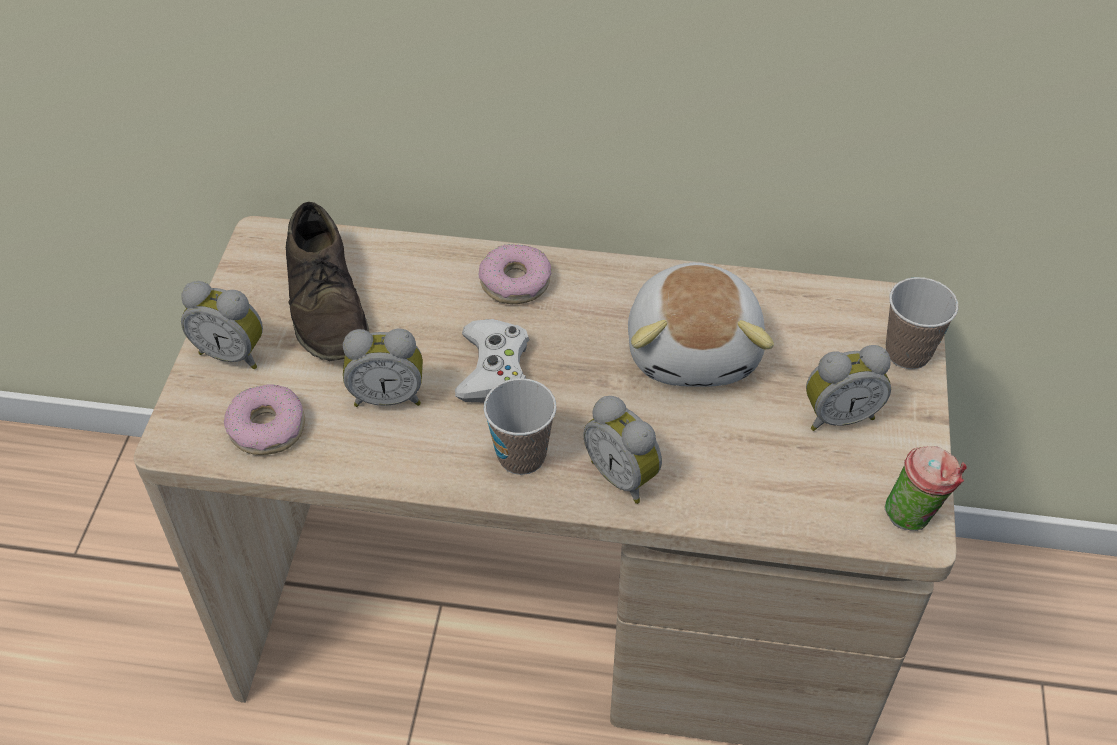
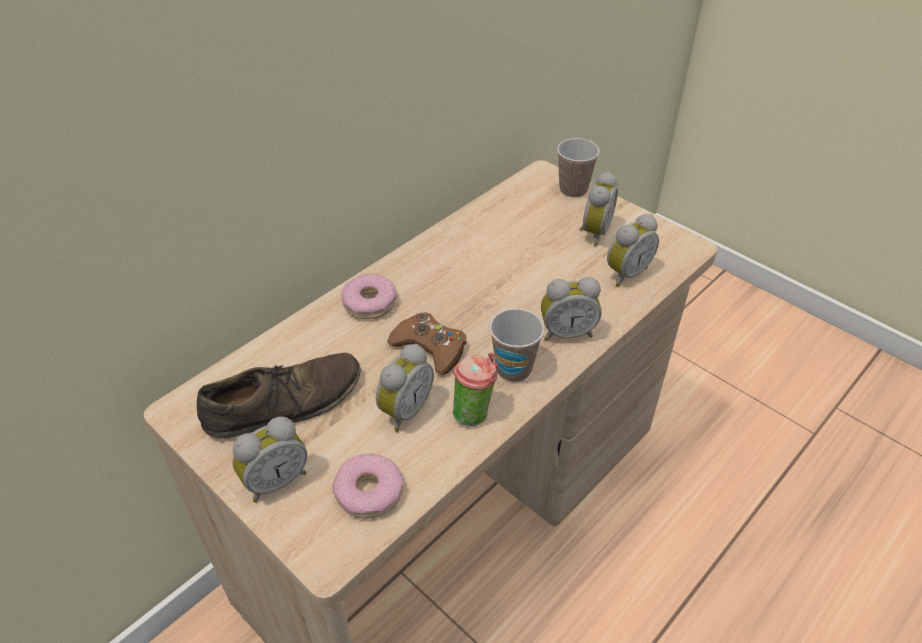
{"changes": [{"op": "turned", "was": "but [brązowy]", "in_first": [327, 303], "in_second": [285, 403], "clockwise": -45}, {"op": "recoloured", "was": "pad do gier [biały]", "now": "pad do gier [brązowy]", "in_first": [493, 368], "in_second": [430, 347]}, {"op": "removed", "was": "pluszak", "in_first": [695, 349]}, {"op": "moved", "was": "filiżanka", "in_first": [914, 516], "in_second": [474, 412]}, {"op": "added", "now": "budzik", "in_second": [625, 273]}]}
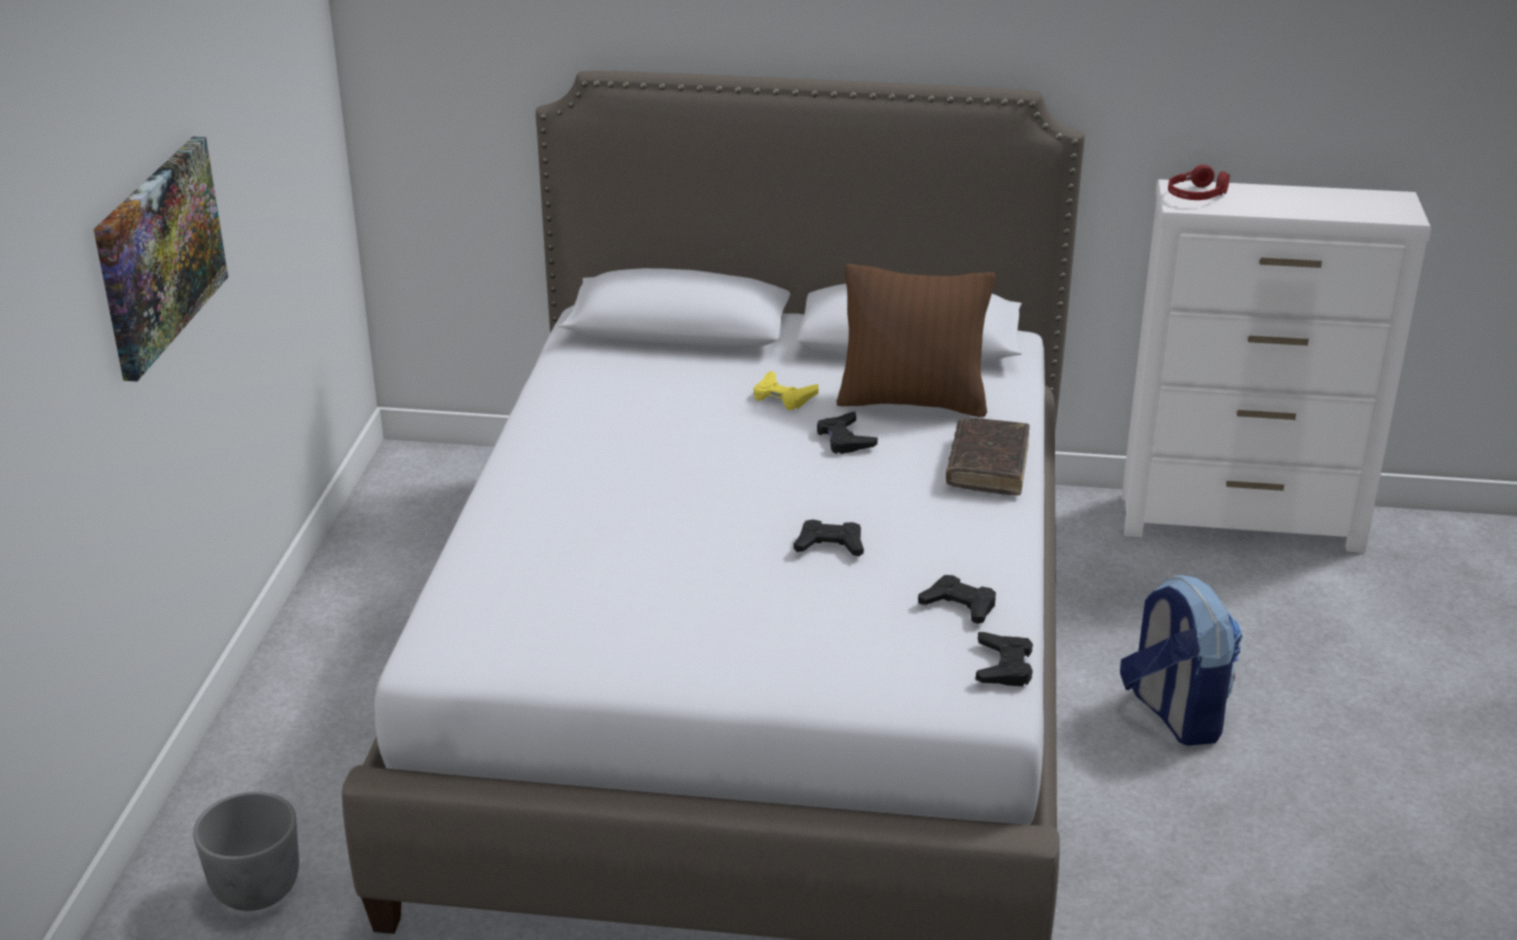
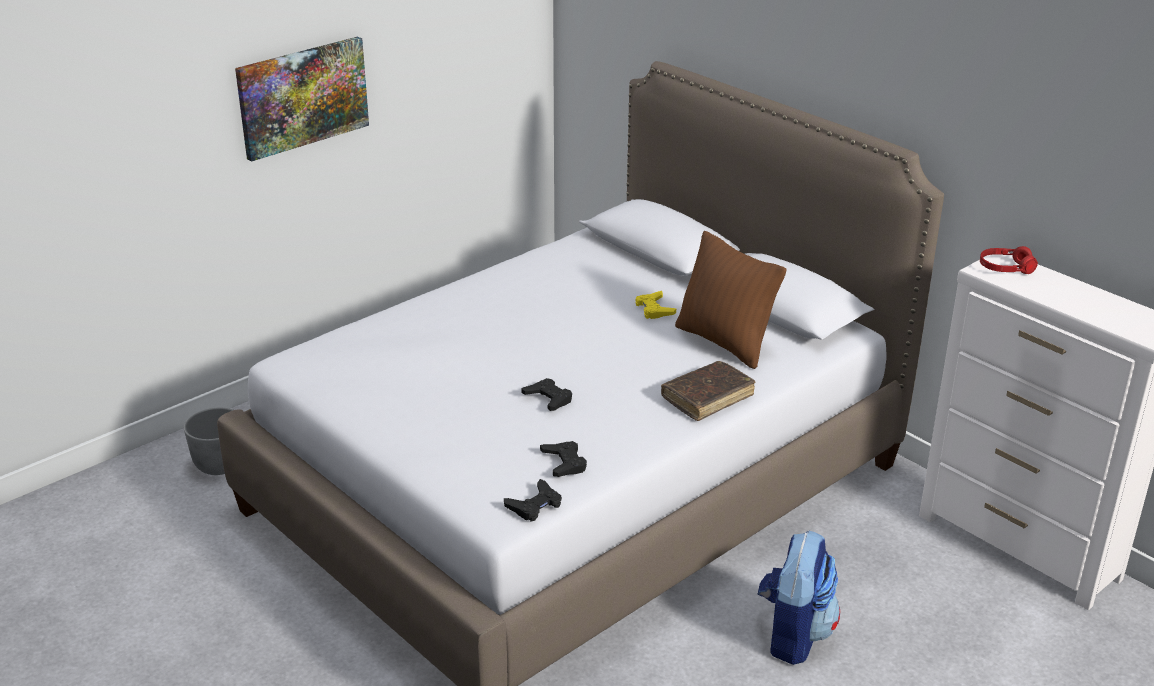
{"changes": [{"op": "removed", "was": "pad do gier [czarny]", "in_first": [844, 439]}]}
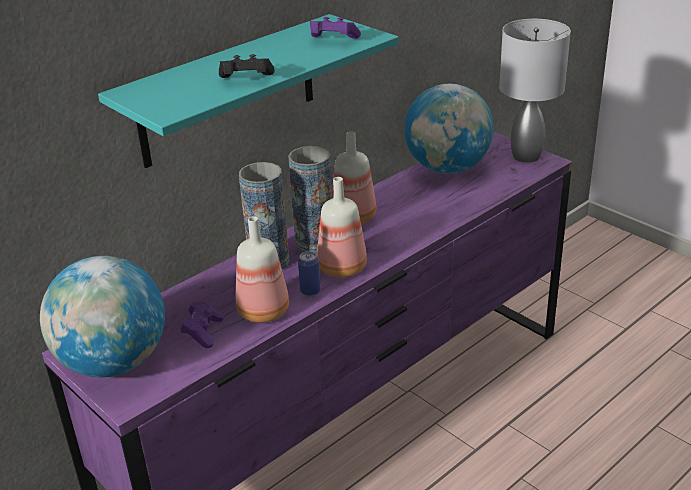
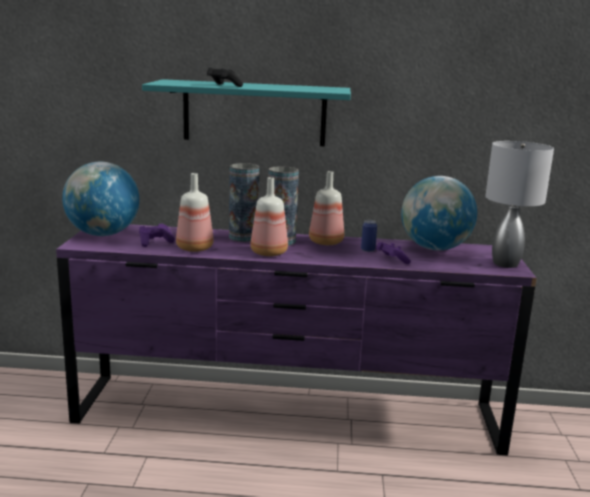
{"changes": [{"op": "moved", "was": "puszka", "in_first": [310, 291], "in_second": [368, 250]}, {"op": "moved", "was": "pad do gier [fioletowy]", "in_first": [332, 41], "in_second": [391, 260]}]}
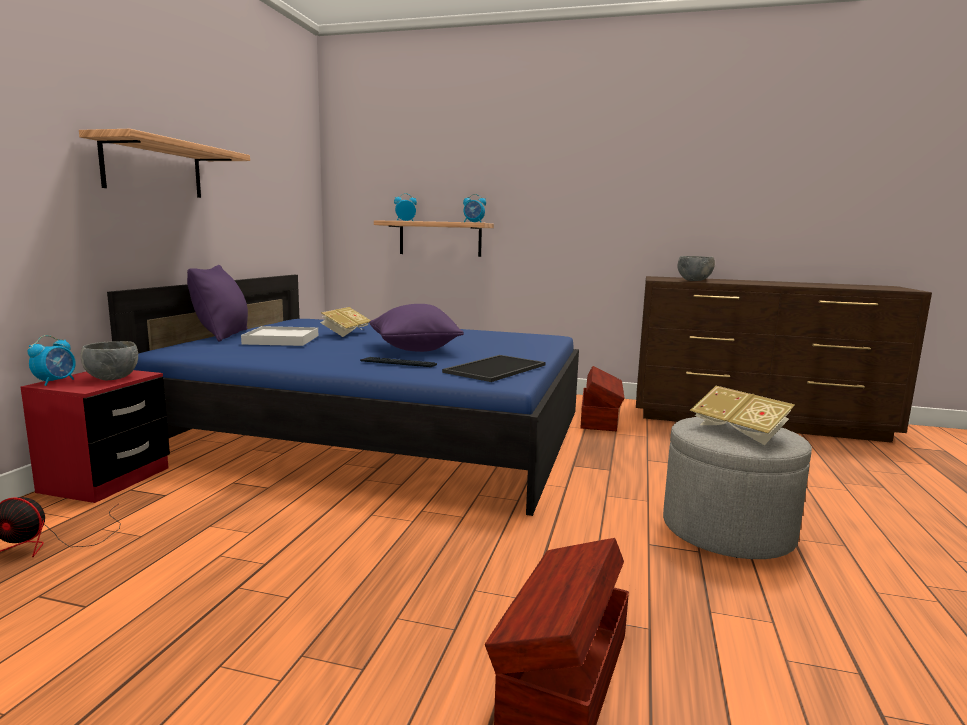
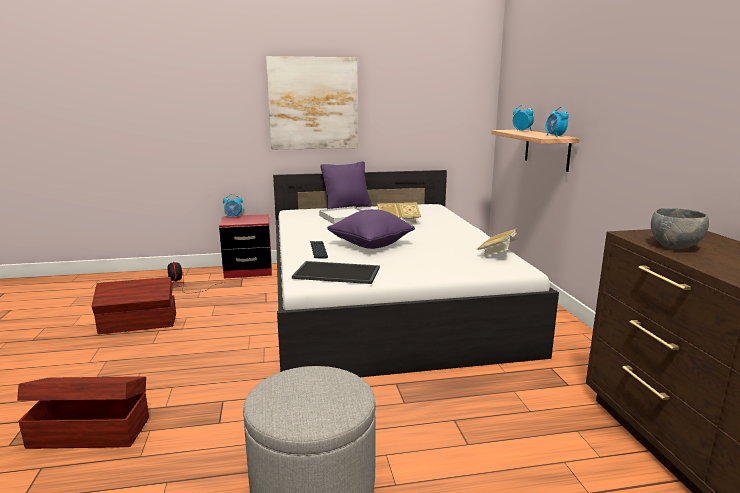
{"changes": [{"op": "replaced", "was": "półka", "now": "obraz", "in_first": [153, 169], "in_second": [313, 103]}, {"op": "removed", "was": "miska [szary]", "in_first": [111, 378]}, {"op": "recoloured", "was": "łóżko [niebieski]", "now": "łóżko [biały]", "in_first": [380, 431], "in_second": [384, 300]}, {"op": "moved", "was": "pojemnik do przechowywania [brązowy]", "in_first": [599, 419], "in_second": [139, 324]}, {"op": "moved", "was": "książka", "in_first": [738, 432], "in_second": [497, 253]}]}
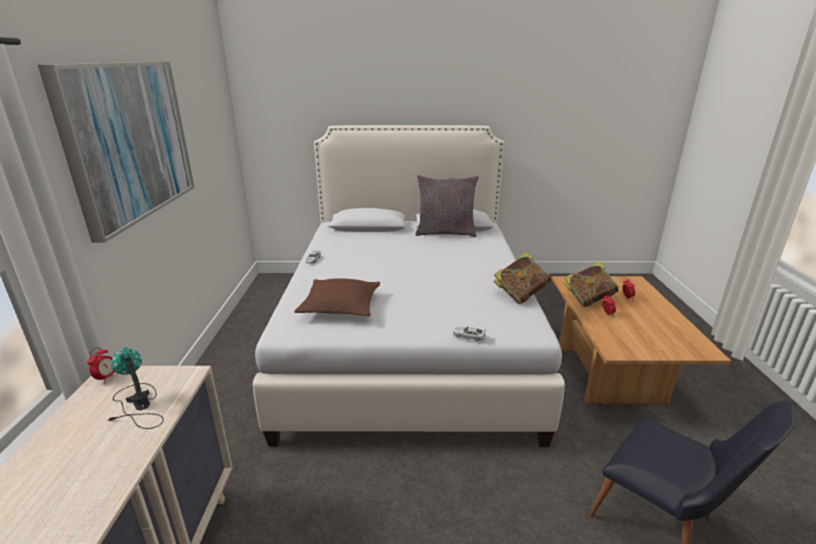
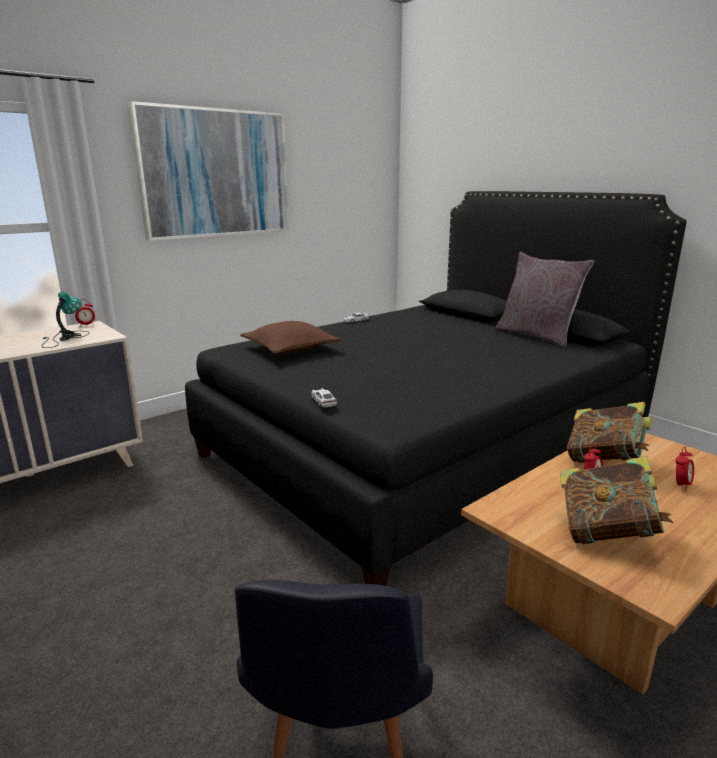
{"changes": [{"op": "recoloured", "was": "łóżko [biały]", "now": "łóżko [czarny]", "in_first": [408, 337], "in_second": [425, 445]}, {"op": "moved", "was": "książka", "in_first": [520, 295], "in_second": [606, 533]}]}
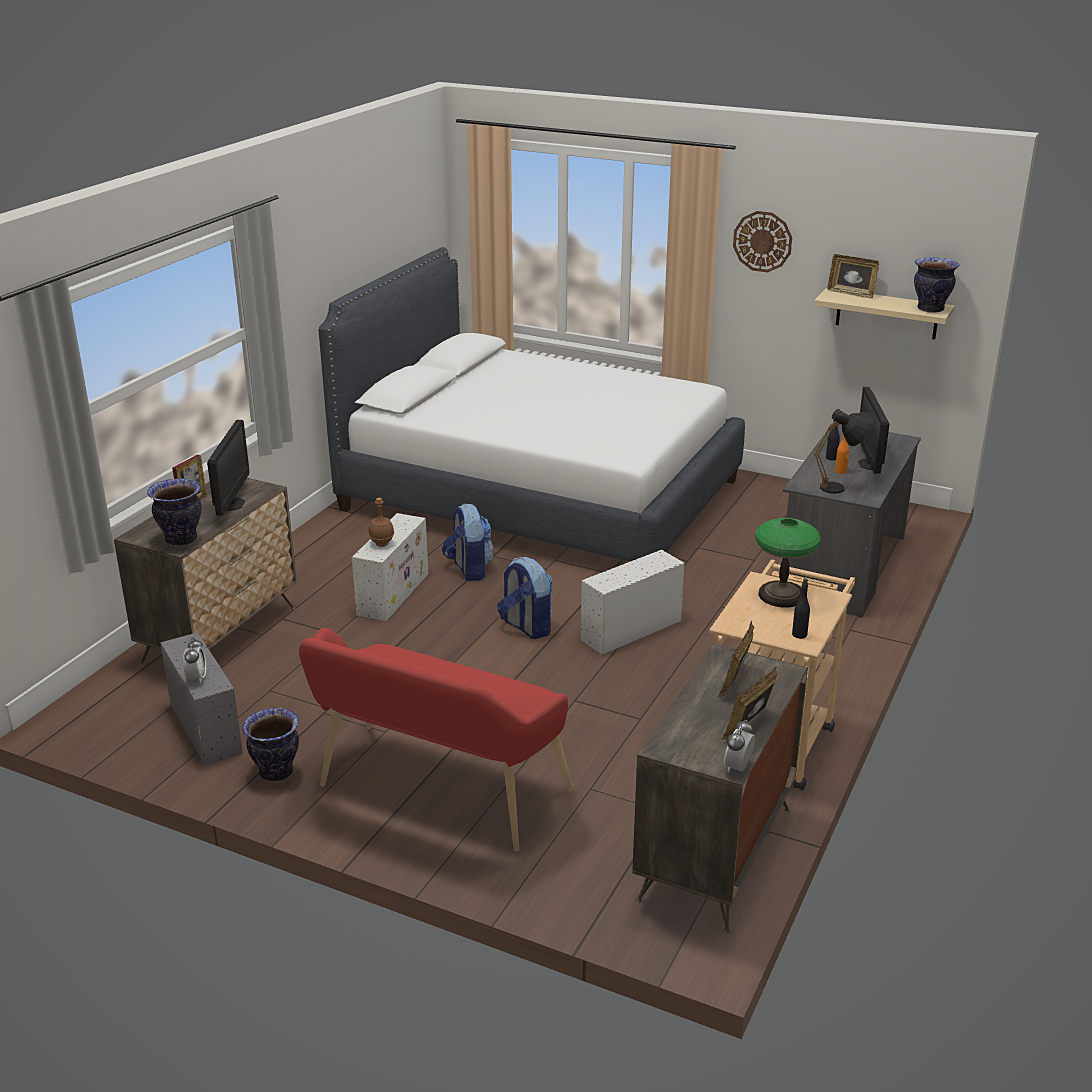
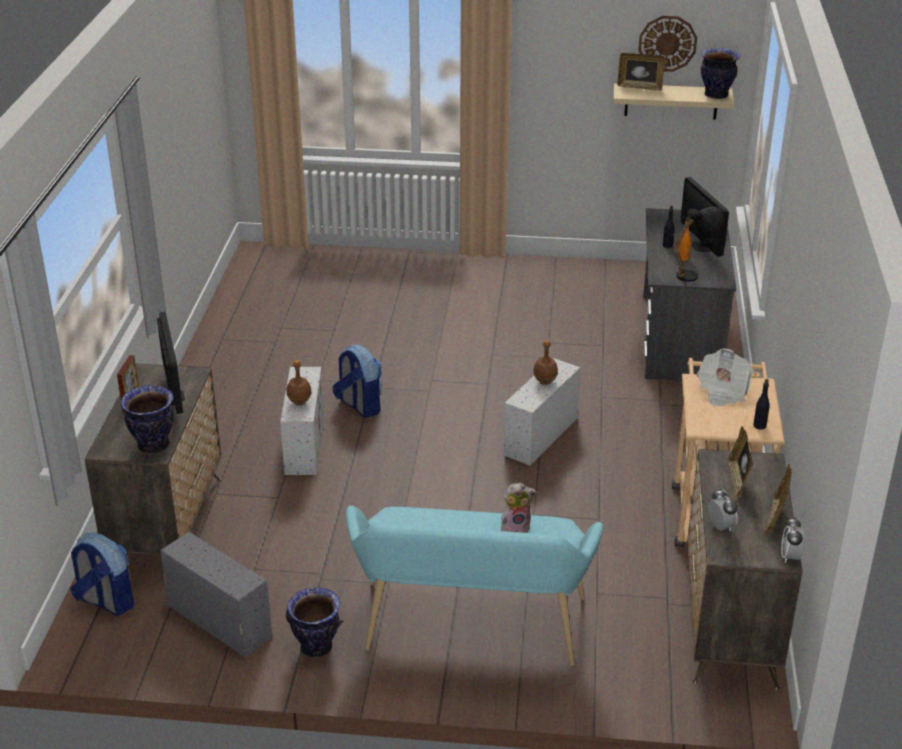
{"changes": [{"op": "moved", "was": "budzik", "in_first": [196, 677], "in_second": [720, 527]}, {"op": "recoloured", "was": "ławka [czerwony]", "now": "ławka [turkusowy]", "in_first": [436, 793], "in_second": [471, 630]}, {"op": "removed", "was": "łóżko [biały]", "in_first": [540, 495]}, {"op": "moved", "was": "plecak", "in_first": [526, 627], "in_second": [105, 602]}, {"op": "moved", "was": "zegar ścienny", "in_first": [762, 241], "in_second": [667, 43]}, {"op": "replaced", "was": "lampa stołowa", "now": "gazeta", "in_first": [782, 595], "in_second": [722, 391]}, {"op": "added", "now": "pluszak", "in_second": [516, 528]}, {"op": "added", "now": "butelka [brązowy]", "in_second": [544, 382]}]}
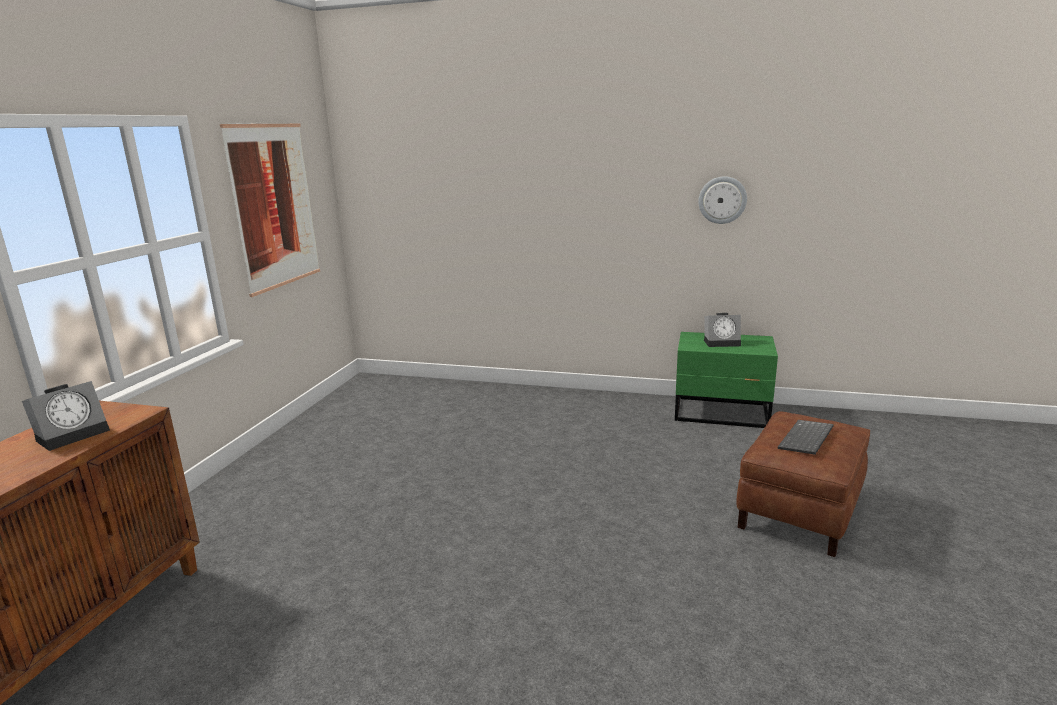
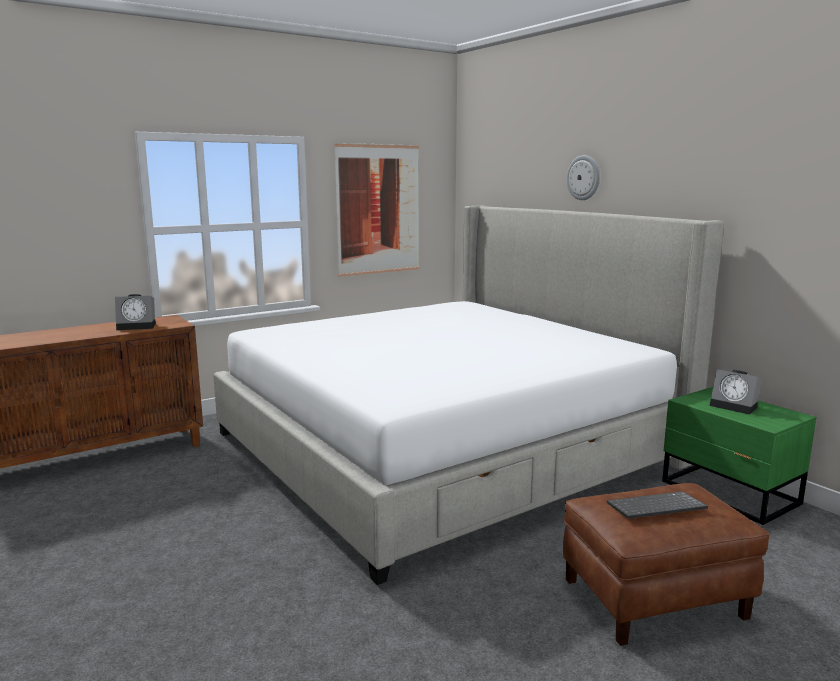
{"changes": [{"op": "moved", "was": "zegar ścienny", "in_first": [722, 200], "in_second": [584, 177]}, {"op": "added", "now": "łóżko", "in_second": [445, 448]}]}
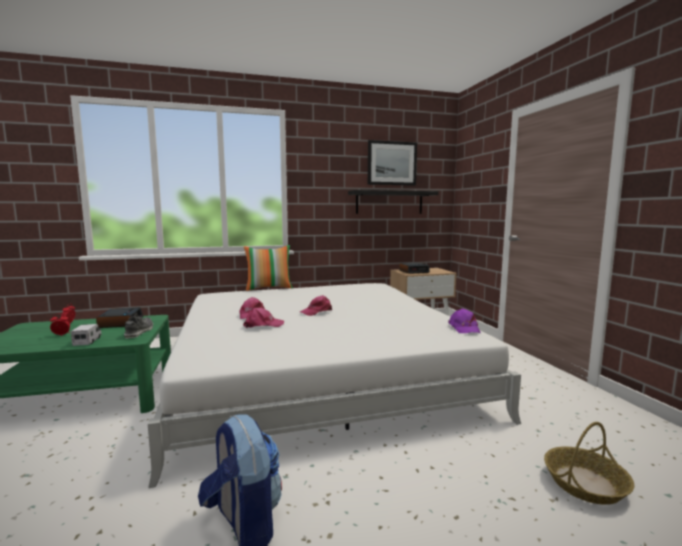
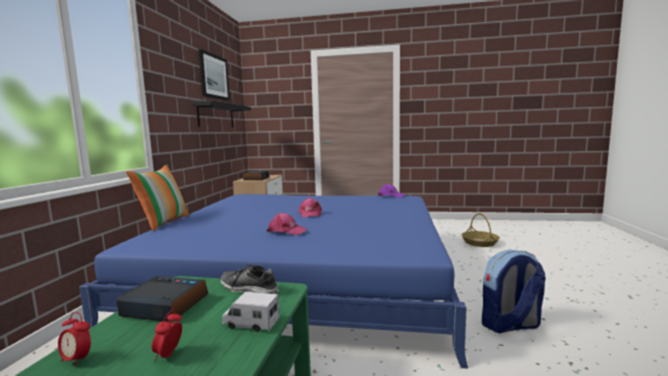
{"changes": [{"op": "recoloured", "was": "łóżko [biały]", "now": "łóżko [niebieski]", "in_first": [317, 371], "in_second": [304, 274]}, {"op": "removed", "was": "czapka z daszkiem [różowy]", "in_first": [263, 325]}]}
